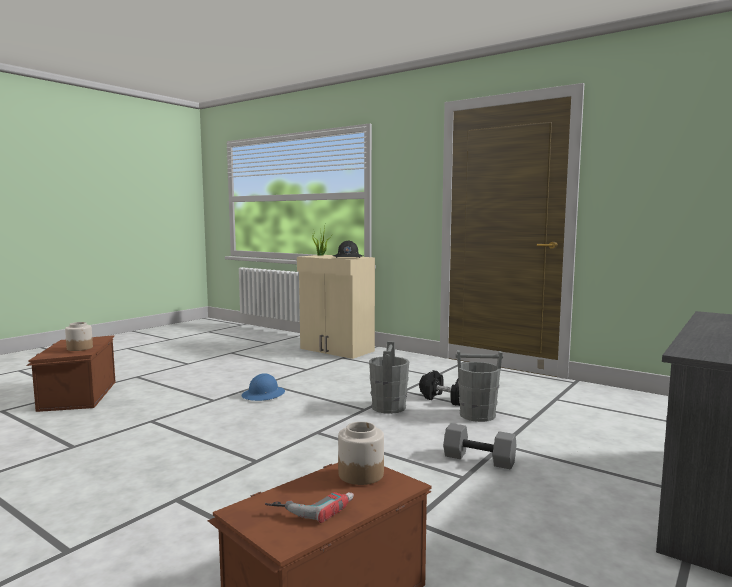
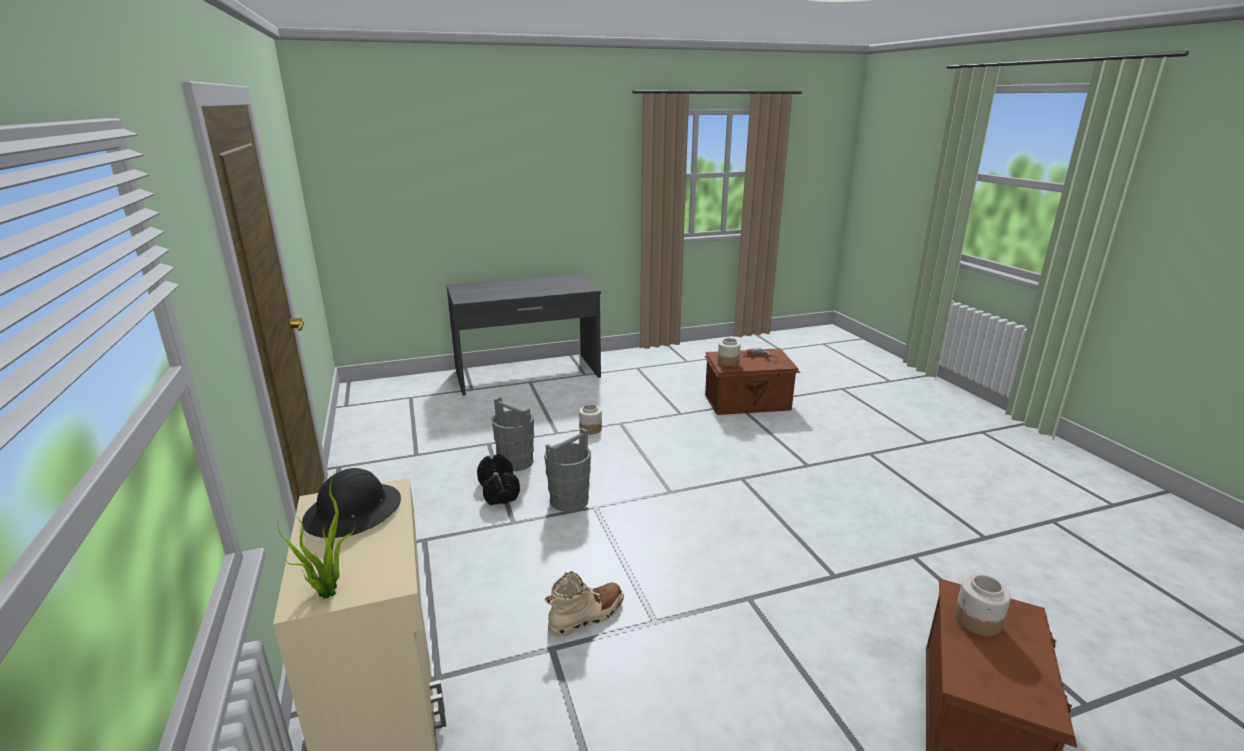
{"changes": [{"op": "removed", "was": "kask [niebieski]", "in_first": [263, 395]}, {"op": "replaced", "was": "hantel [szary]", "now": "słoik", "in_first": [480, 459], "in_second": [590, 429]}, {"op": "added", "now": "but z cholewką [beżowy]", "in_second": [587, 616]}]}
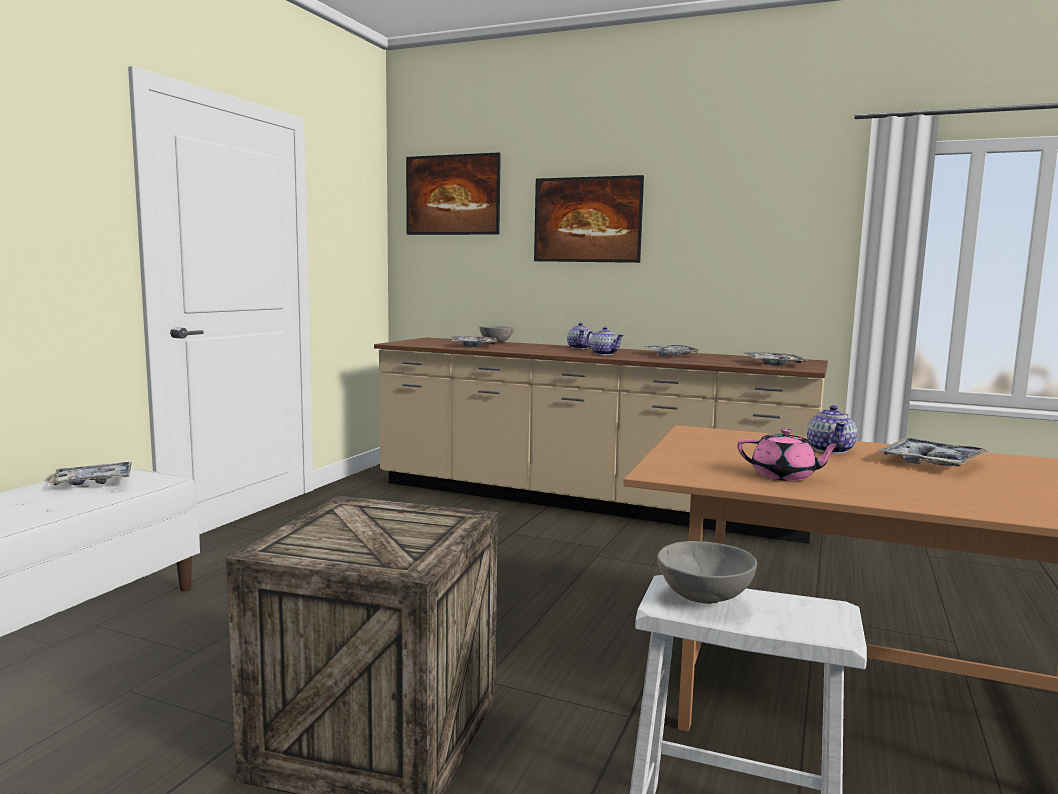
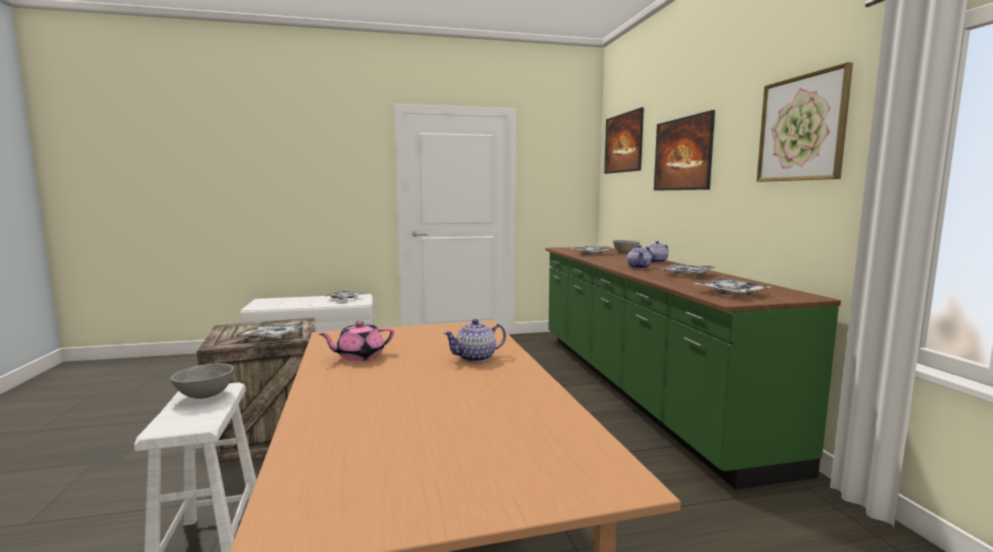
{"changes": [{"op": "recoloured", "was": "zabudowa kuchenna [beżowy]", "now": "zabudowa kuchenna [zielony]", "in_first": [585, 502], "in_second": [638, 388]}, {"op": "turned", "was": "imbryk [różowy]", "in_first": [784, 476], "in_second": [359, 356], "clockwise": 75}, {"op": "moved", "was": "taca", "in_first": [931, 462], "in_second": [270, 337]}, {"op": "added", "now": "obraz", "in_second": [802, 128]}]}
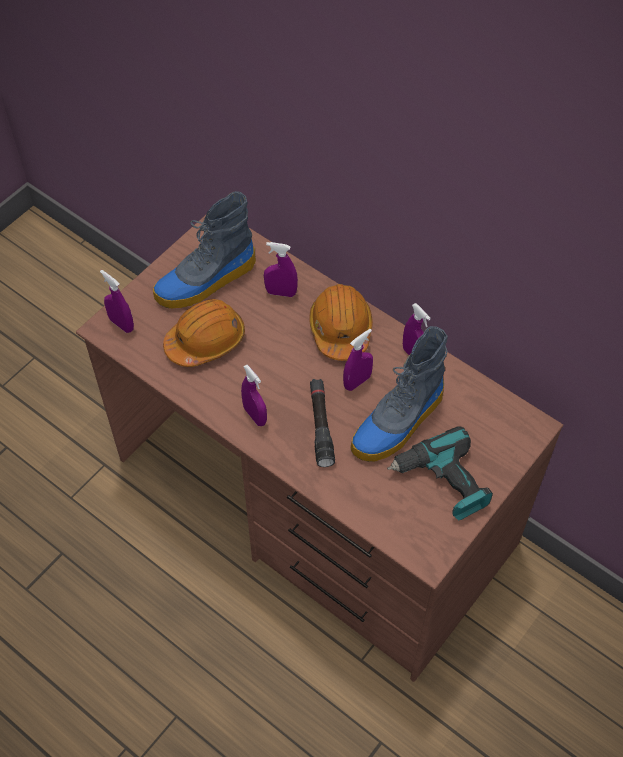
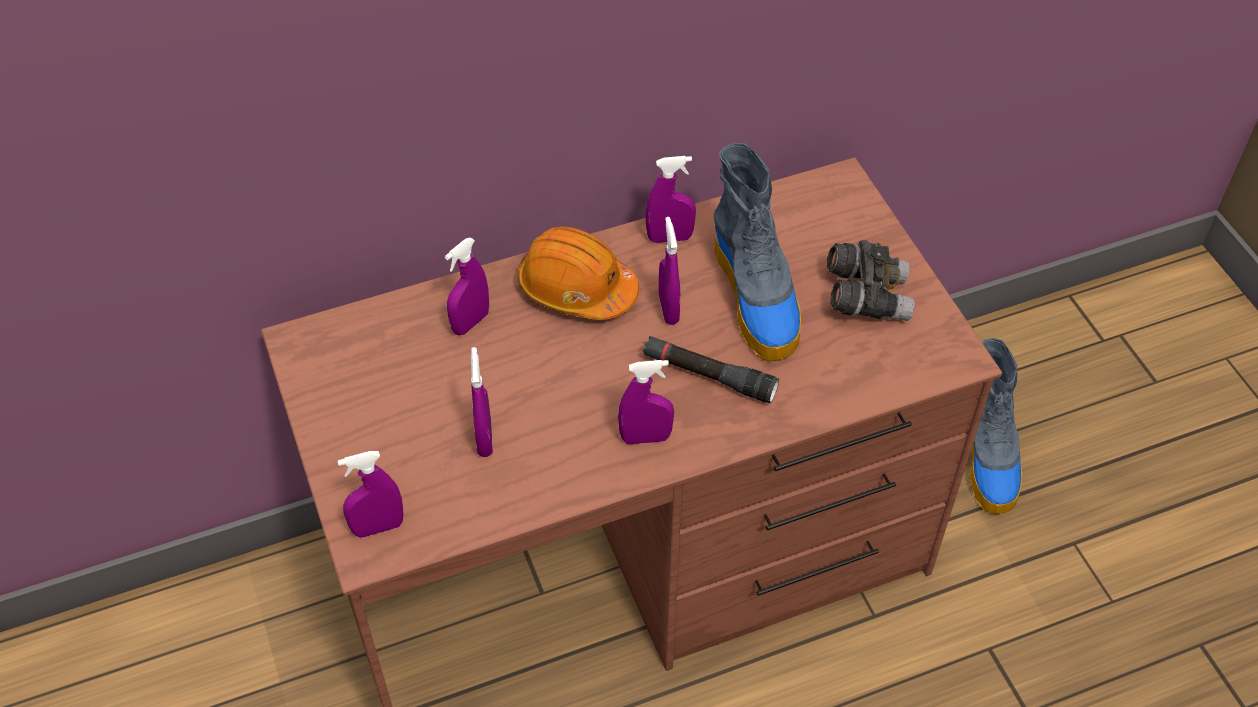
{"changes": [{"op": "moved", "was": "but z cholewką", "in_first": [205, 281], "in_second": [988, 459]}, {"op": "replaced", "was": "kask [pomarańczowy]", "now": "spryskiwacz [fioletowy]", "in_first": [206, 340], "in_second": [484, 439]}, {"op": "replaced", "was": "wiertarka", "now": "lornetka [szary]", "in_first": [443, 482], "in_second": [866, 297]}]}
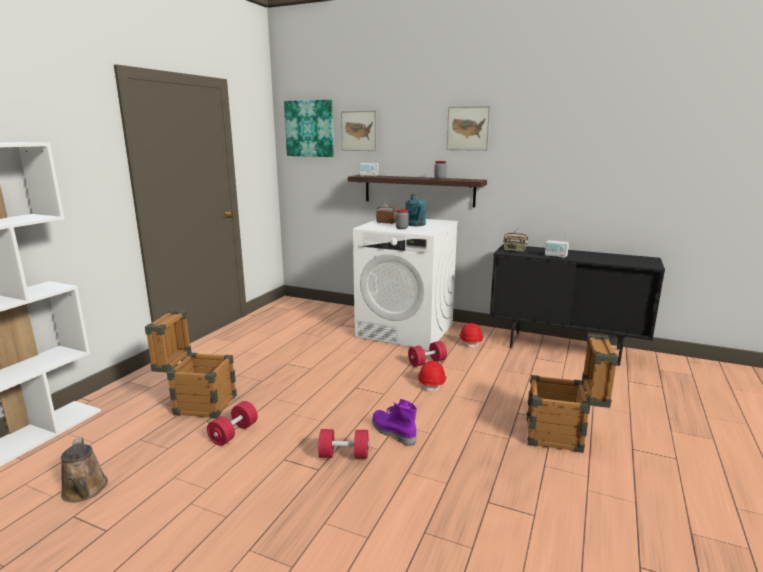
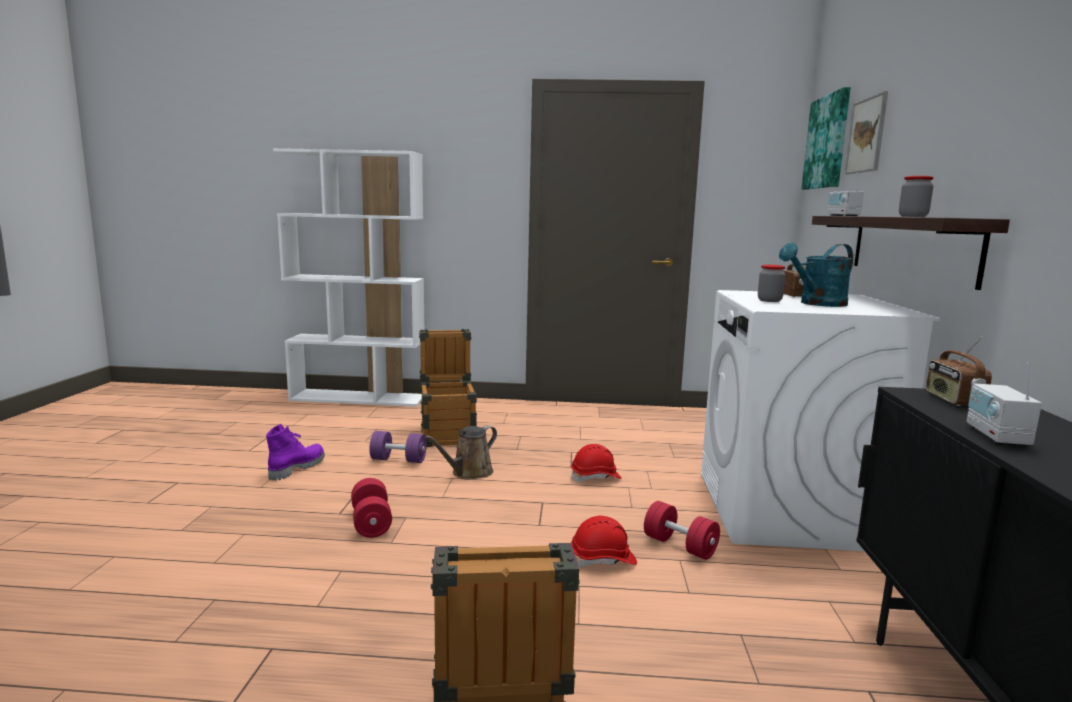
{"changes": [{"op": "moved", "was": "konewka [brązowy]", "in_first": [84, 491], "in_second": [469, 473]}, {"op": "recoloured", "was": "hantel [czerwony]", "now": "hantel [fioletowy]", "in_first": [234, 433], "in_second": [398, 460]}, {"op": "moved", "was": "but z cholewką [fioletowy]", "in_first": [392, 433], "in_second": [296, 468]}, {"op": "removed", "was": "obraz", "in_first": [468, 128]}, {"op": "moved", "was": "kask [czerwony]", "in_first": [470, 342], "in_second": [595, 477]}]}
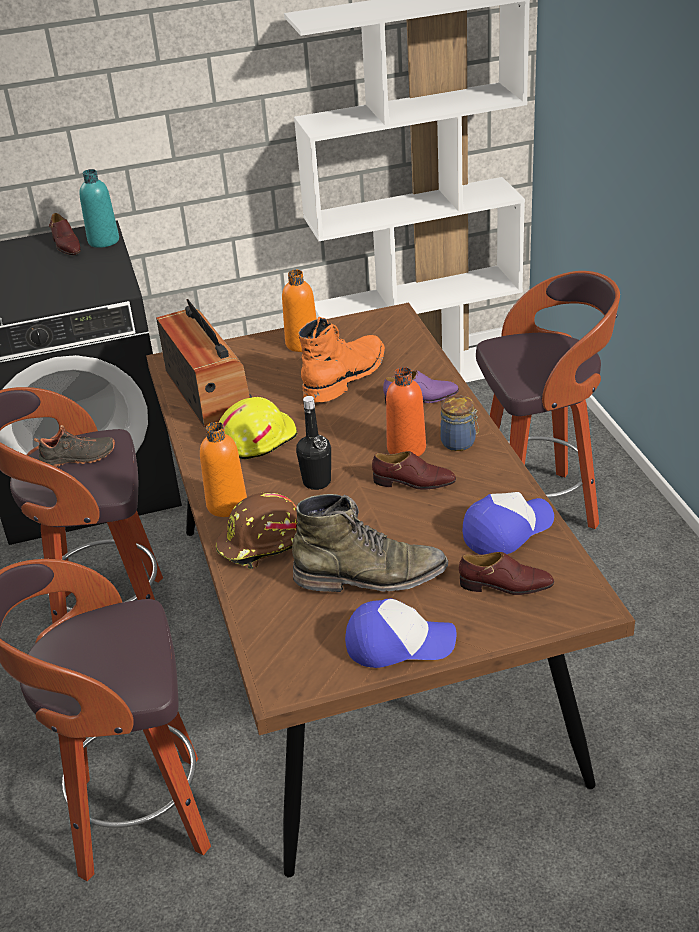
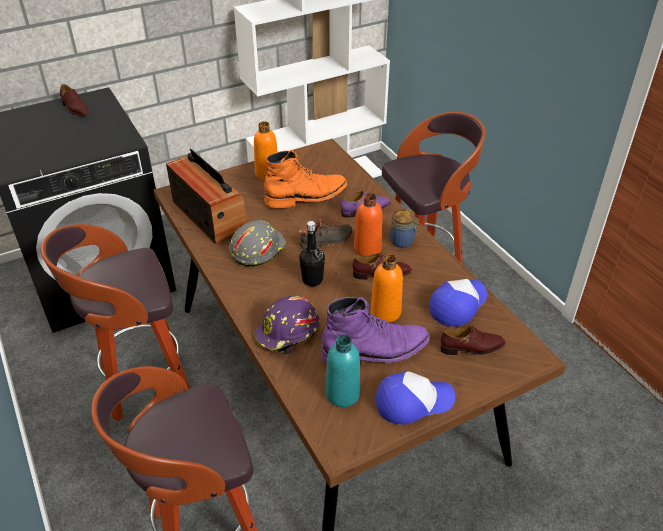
{"changes": [{"op": "moved", "was": "but [czarny]", "in_first": [78, 458], "in_second": [326, 242]}, {"op": "moved", "was": "butelka [turkusowy]", "in_first": [103, 241], "in_second": [342, 394]}, {"op": "moved", "was": "butelka [pomarańczowy]", "in_first": [227, 505], "in_second": [385, 312]}, {"op": "recoloured", "was": "kask [brązowy]", "now": "kask [fioletowy]", "in_first": [262, 544], "in_second": [288, 333]}, {"op": "recoloured", "was": "kask [żółty]", "now": "kask [szary]", "in_first": [256, 438], "in_second": [257, 249]}, {"op": "recoloured", "was": "but z cholewką [zielony]", "now": "but z cholewką [fioletowy]", "in_first": [371, 576], "in_second": [376, 351]}, {"op": "turned", "was": "but z cholewką [pomarańczowy]", "in_first": [346, 376], "in_second": [307, 196], "clockwise": 45}]}
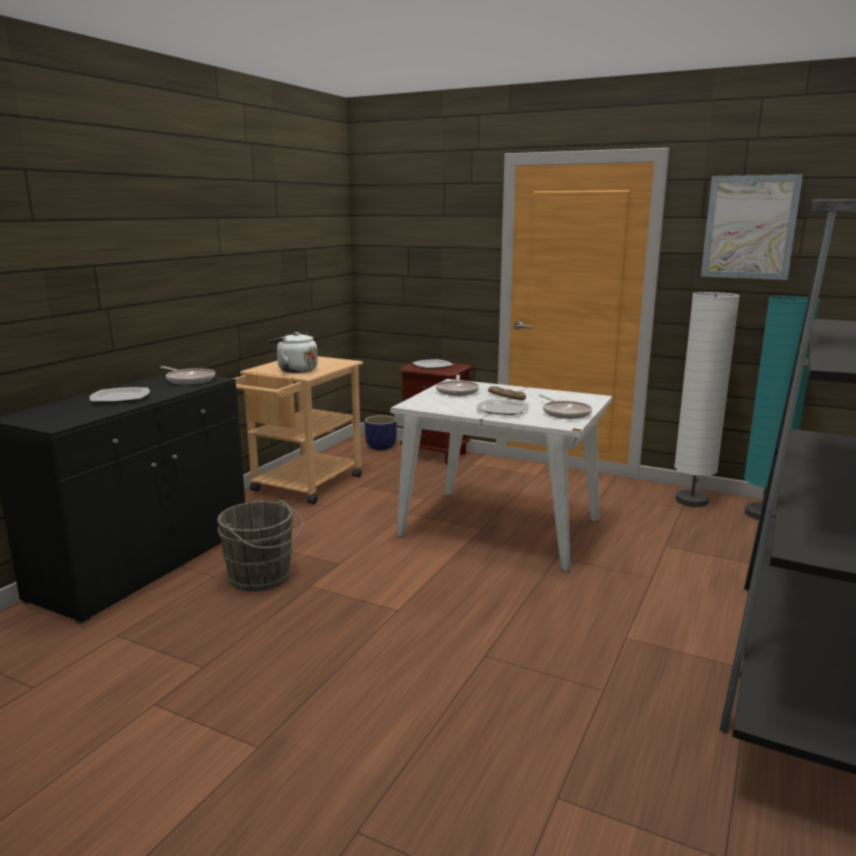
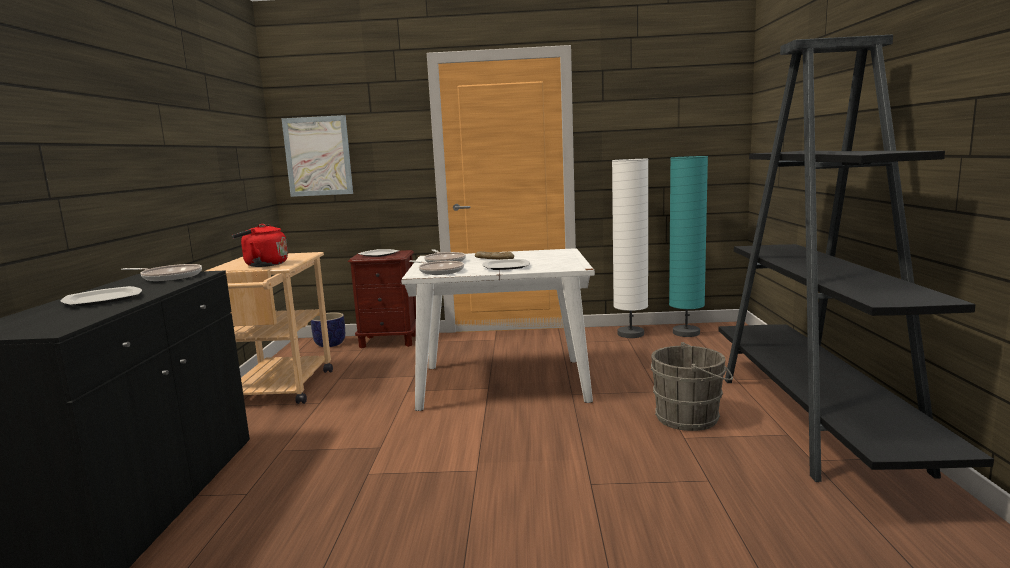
{"changes": [{"op": "moved", "was": "wiadro [szary]", "in_first": [263, 577], "in_second": [691, 418]}, {"op": "recoloured", "was": "czajnik [biały]", "now": "czajnik [czerwony]", "in_first": [295, 370], "in_second": [263, 265]}, {"op": "moved", "was": "patelnia", "in_first": [565, 413], "in_second": [439, 271]}, {"op": "moved", "was": "obraz", "in_first": [749, 227], "in_second": [318, 156]}]}
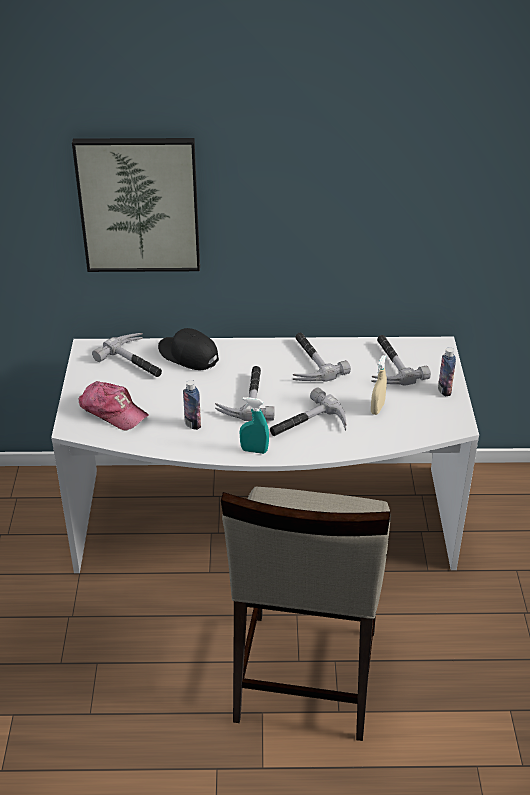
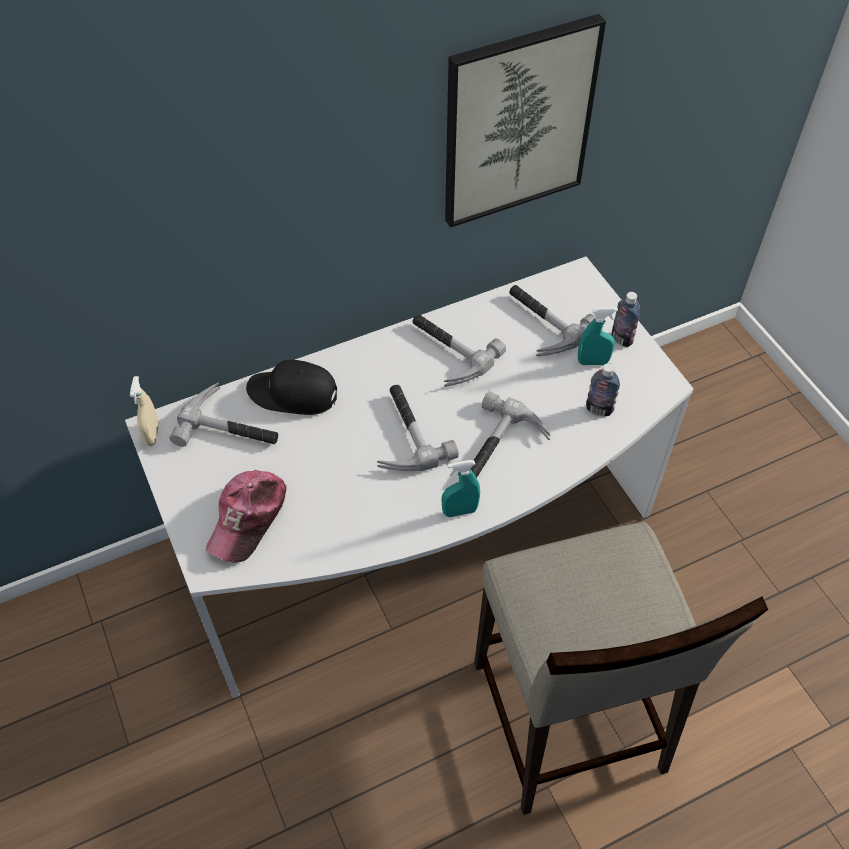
{"changes": [{"op": "moved", "was": "obraz", "in_first": [139, 205], "in_second": [517, 122]}, {"op": "turned", "was": "czapka z daszkiem", "in_first": [113, 411], "in_second": [248, 518], "clockwise": 105}, {"op": "moved", "was": "butelka", "in_first": [192, 424], "in_second": [599, 409]}, {"op": "moved", "was": "spryskiwacz [beżowy]", "in_first": [377, 408], "in_second": [152, 434]}, {"op": "added", "now": "spryskiwacz [turkusowy]", "in_second": [593, 362]}]}
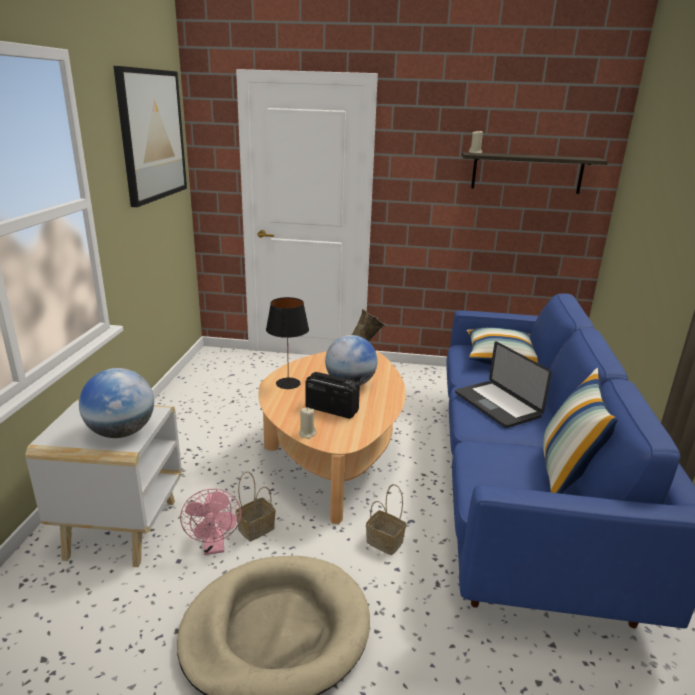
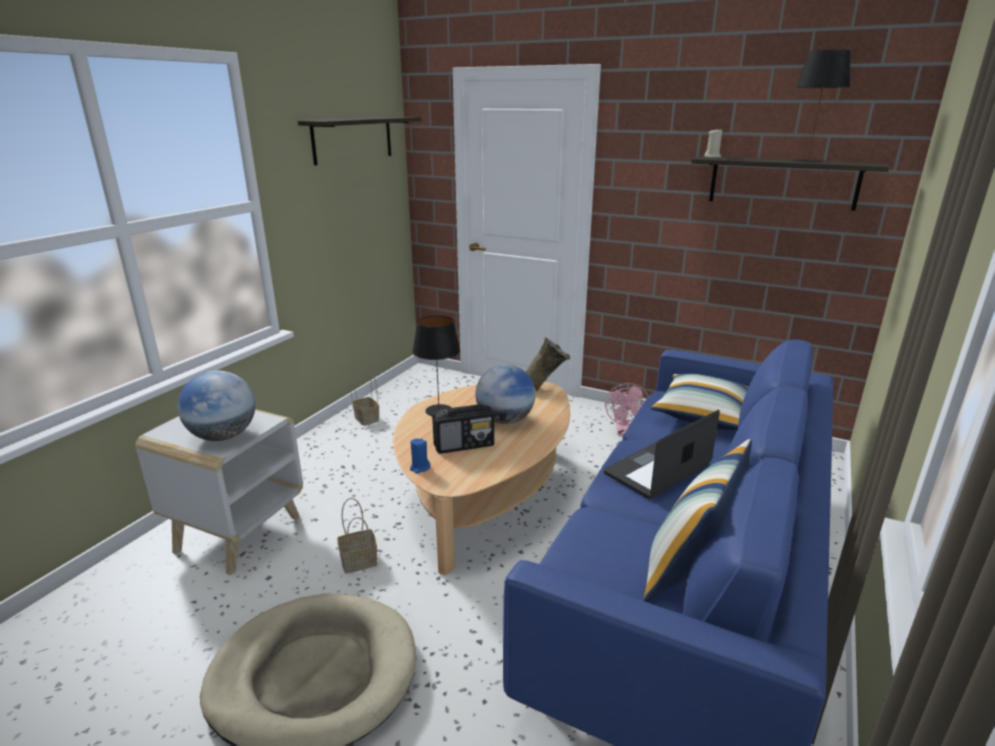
{"changes": [{"op": "replaced", "was": "obraz", "now": "półka", "in_first": [152, 135], "in_second": [353, 139]}, {"op": "moved", "was": "wentylator [różowy]", "in_first": [214, 546], "in_second": [624, 432]}, {"op": "recoloured", "was": "świeca [beżowy]", "now": "świeca [niebieski]", "in_first": [307, 434], "in_second": [419, 468]}, {"op": "turned", "was": "radio", "in_first": [331, 409], "in_second": [464, 445], "clockwise": 120}, {"op": "moved", "was": "koszyk", "in_first": [383, 542], "in_second": [366, 419]}, {"op": "turned", "was": "laptop", "in_first": [497, 405], "in_second": [657, 470], "clockwise": 60}, {"op": "added", "now": "lampa stołowa [czarny]", "in_second": [807, 161]}]}
